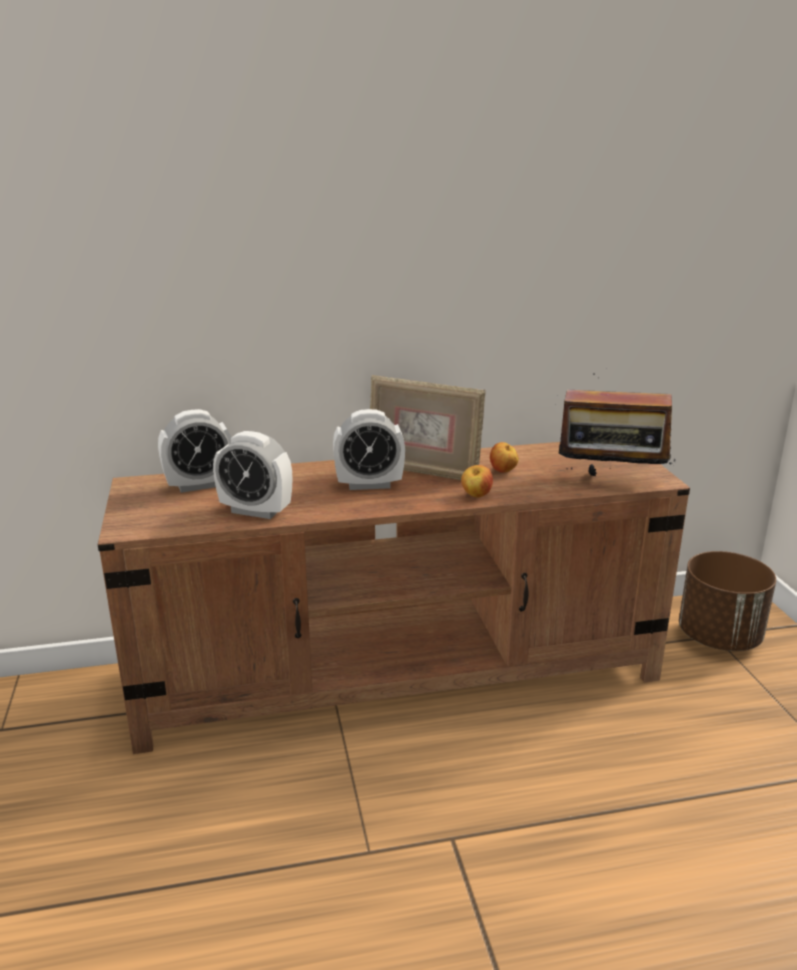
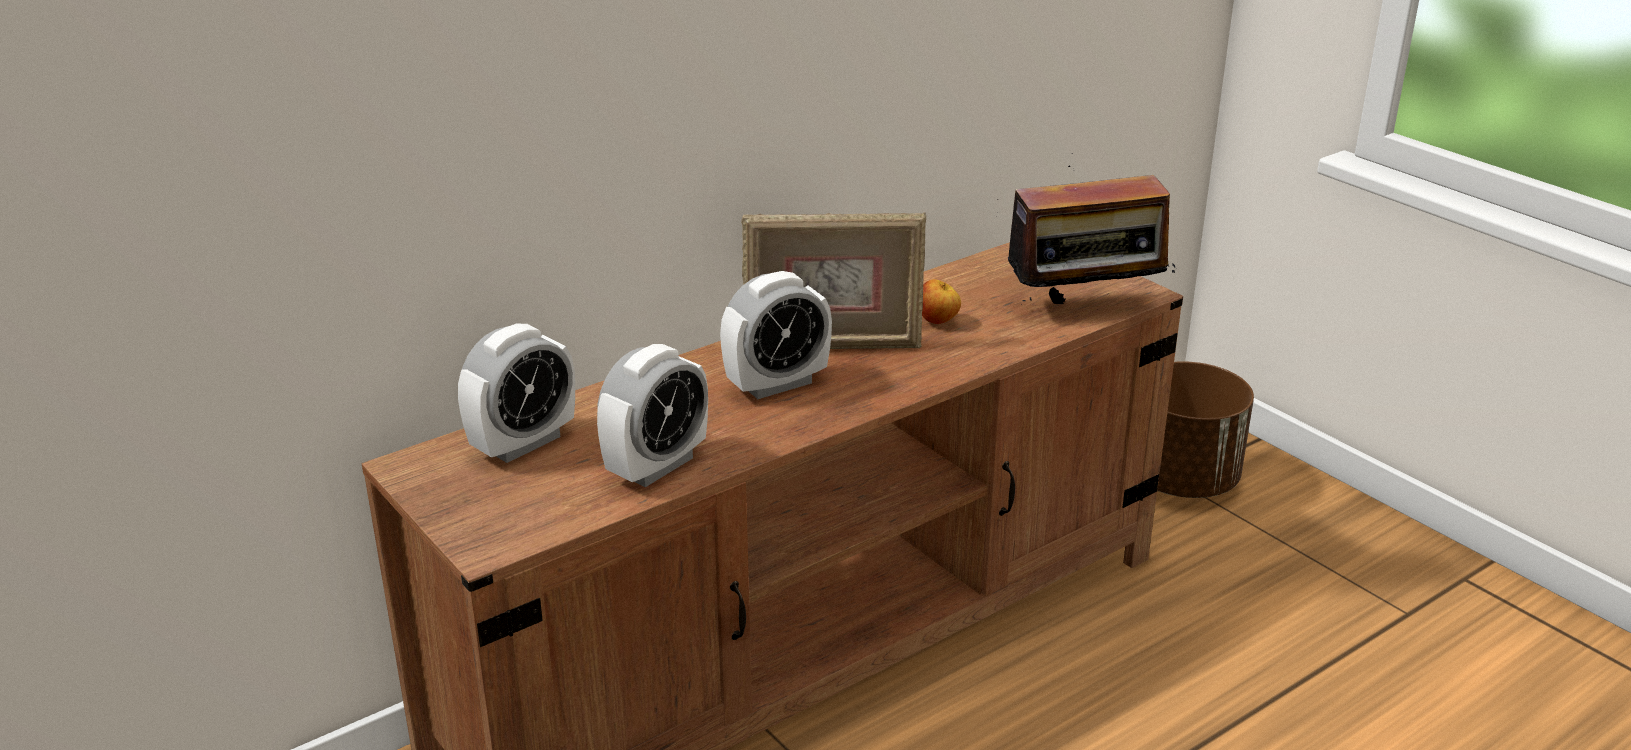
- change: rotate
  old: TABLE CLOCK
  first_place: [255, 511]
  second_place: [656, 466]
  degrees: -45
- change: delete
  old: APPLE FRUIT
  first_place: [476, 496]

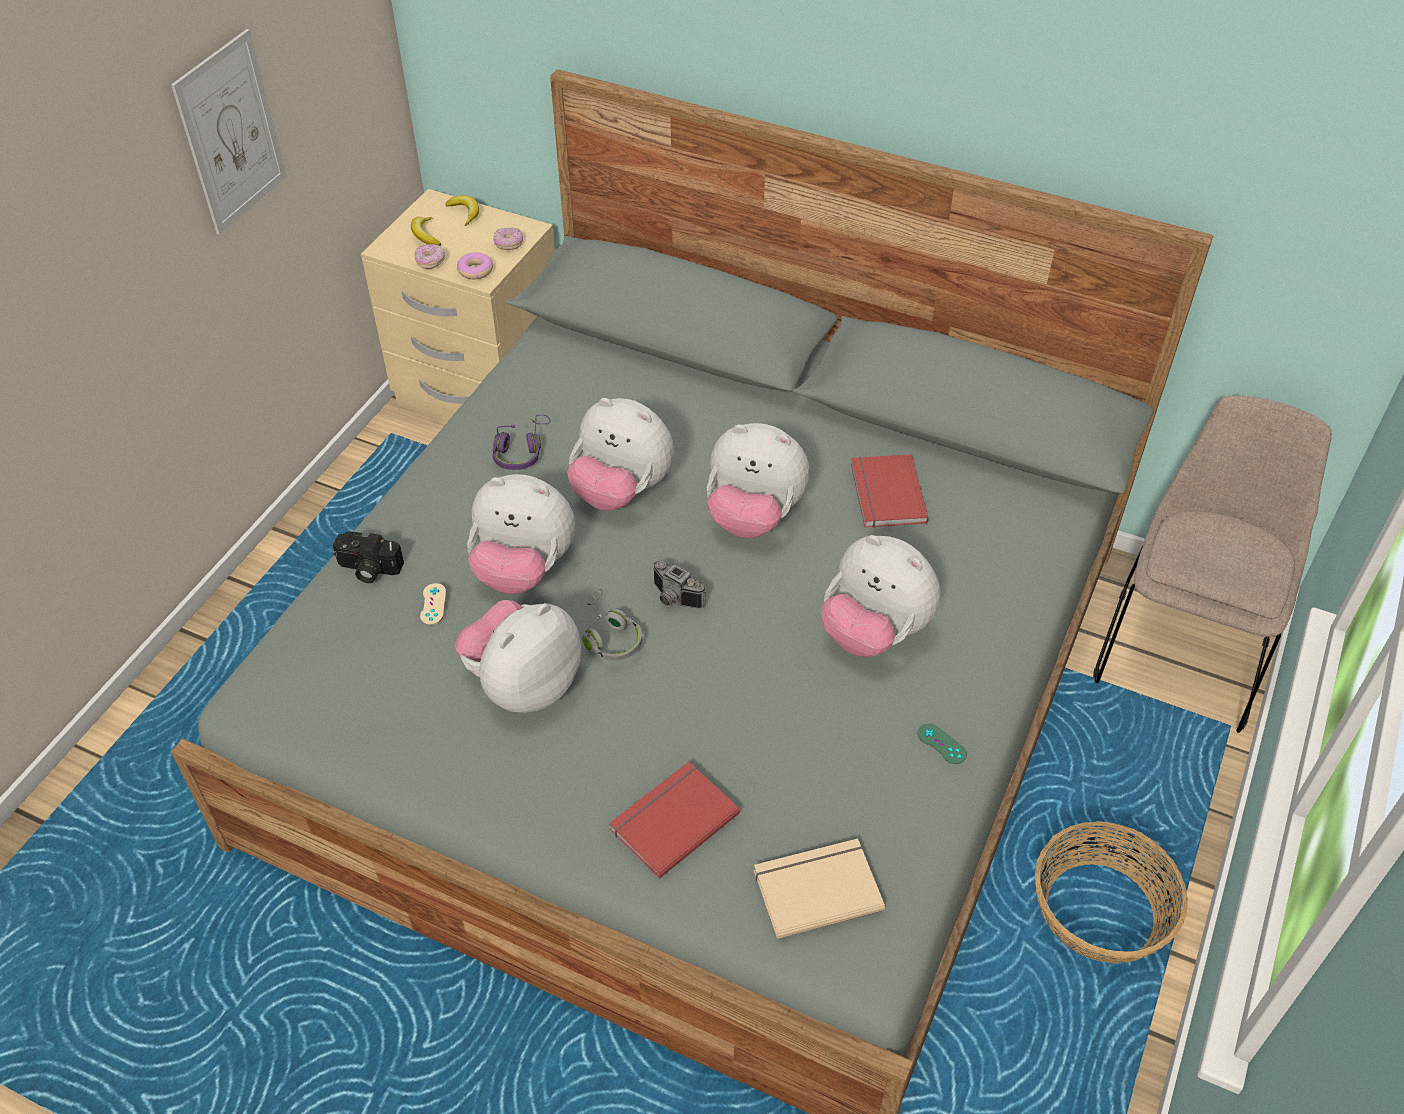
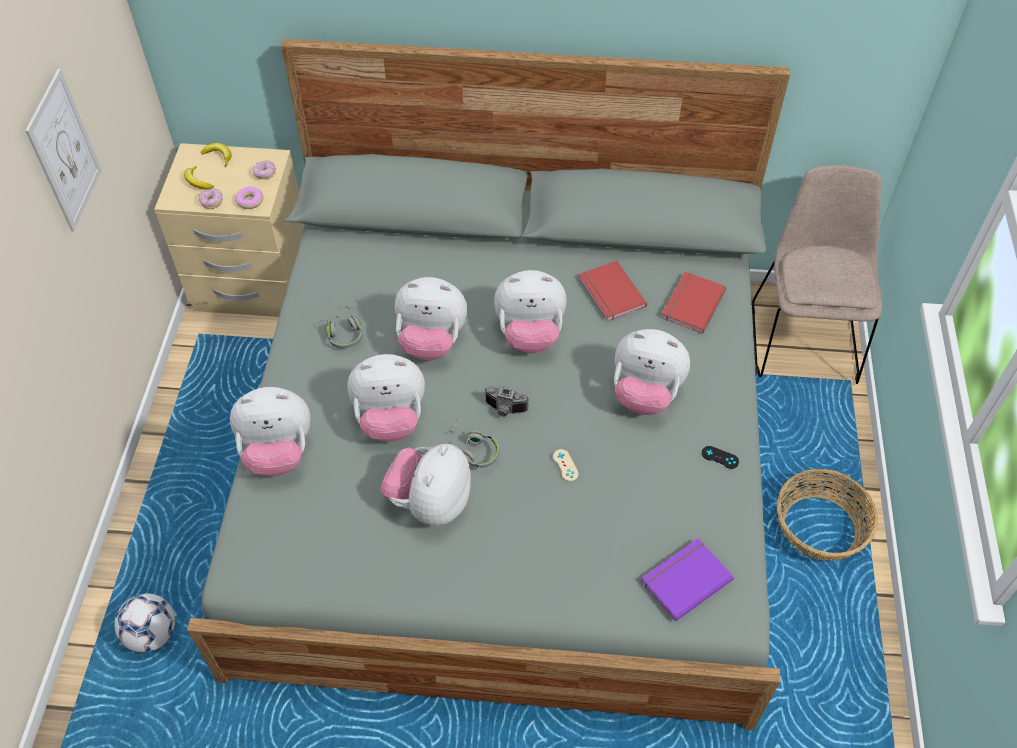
- change: insert
  new: BALL FOR FOOTBALL
  second_place: [152, 634]
- change: replace
  old: PHOTO CAMERA
  new: CUDDLY TOY
  first_place: [368, 569]
  second_place: [278, 452]
- change: recolor
  old: PURPLE-COLOURED HEADPHONES
  new: GREYISH HEADPHONES
  first_place: [521, 451]
  second_place: [346, 331]
- change: move
  old: SAND-COLOURED GAMEPAD
  first_place: [433, 604]
  second_place: [565, 465]
- change: recolor
  old: SAND-COLOURED BOUND BOOK
  new: PURPLE-COLOURED BOUND BOOK
  first_place: [816, 887]
  second_place: [684, 579]
- change: move
  old: REDDISH BOUND BOOK
  first_place: [671, 820]
  second_place: [691, 304]
- change: recolor
  old: GREEN-COLOURED GAMEPAD
  new: BLACKISH GAMEPAD
  first_place: [942, 744]
  second_place: [720, 457]

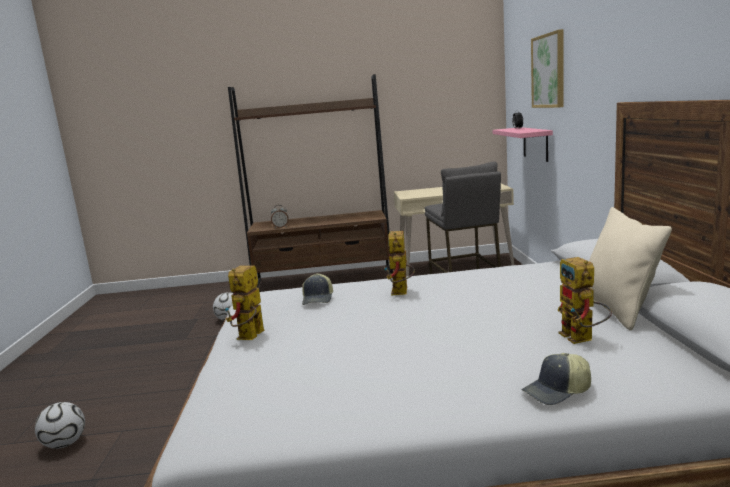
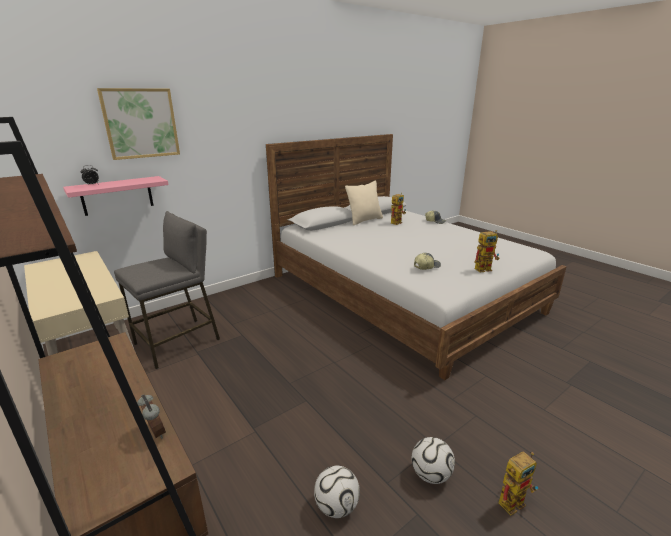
- change: move
  old: BALL FOR FOOTBALL
  first_place: [65, 444]
  second_place: [431, 474]
- change: move
  old: ROBOT FIGURE
  first_place: [401, 293]
  second_place: [513, 499]

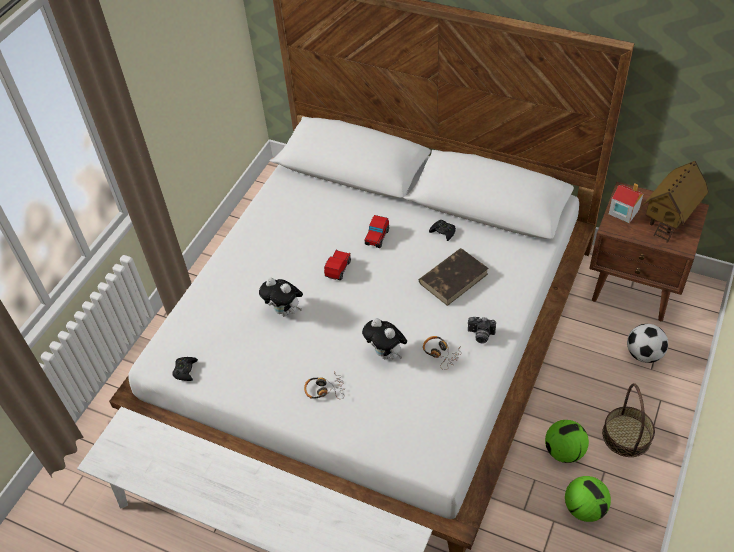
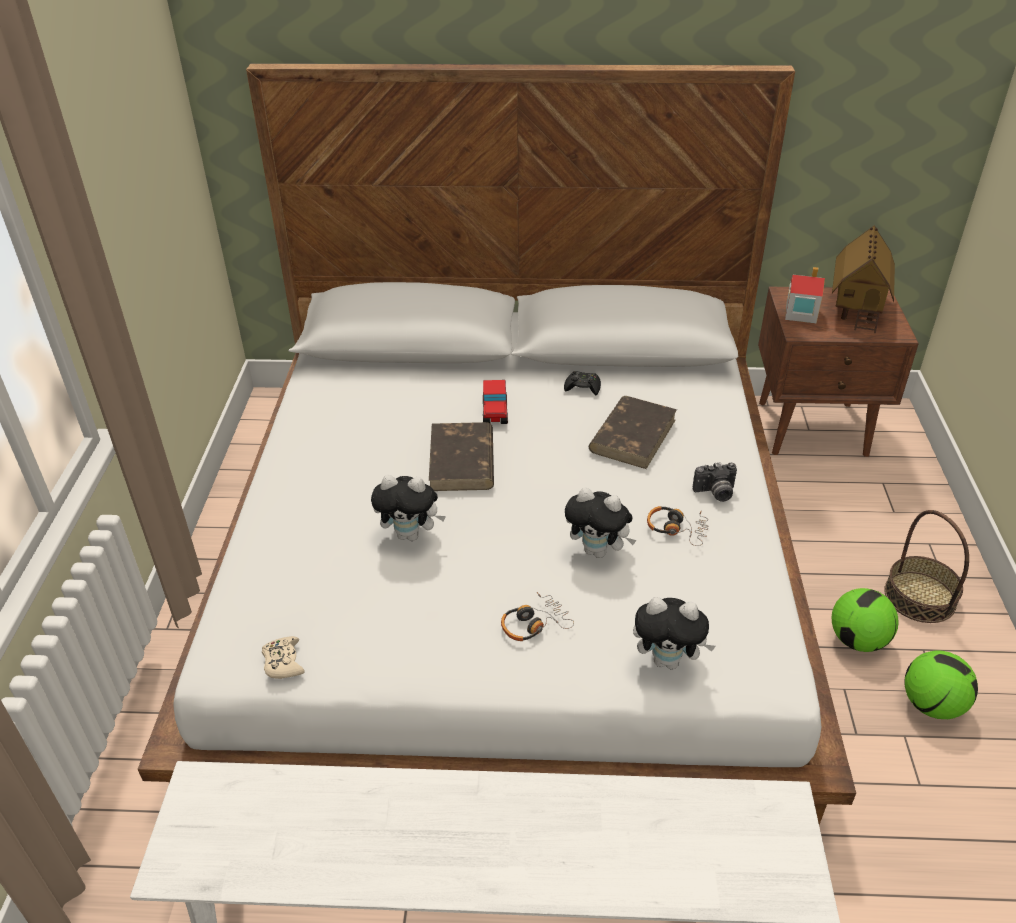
- change: recolor
  old: BLACKISH GAMEPAD
  new: SAND-COLOURED GAMEPAD
  first_place: [185, 370]
  second_place: [283, 662]
- change: replace
  old: MINIATURE CAR
  new: BROWN BOUND BOOK
  first_place: [338, 269]
  second_place: [462, 461]
- change: insert
  new: CUDDLY TOY
  second_place: [668, 660]
- change: delete
  old: BALL FOR FOOTBALL
  first_place: [644, 354]

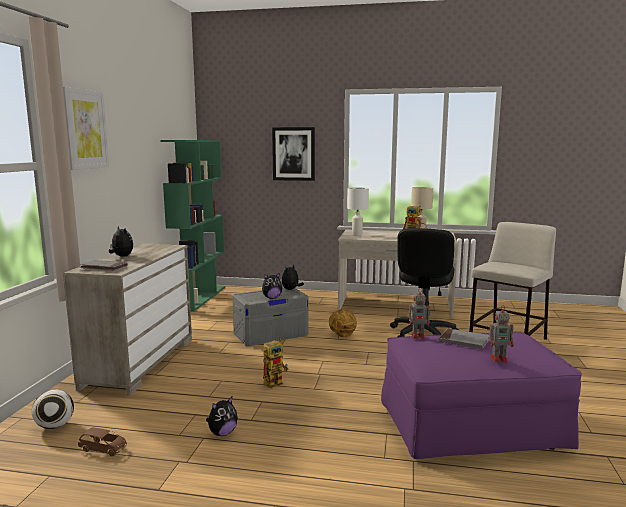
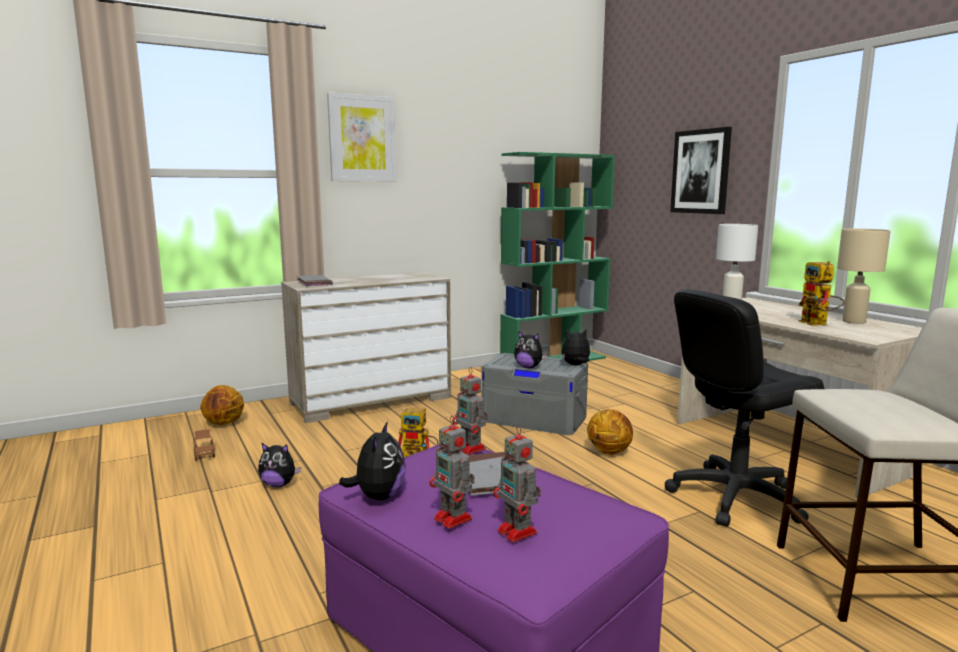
- change: replace
  old: BALL FOR FOOTBALL
  new: BASKETBALL
  first_place: [55, 426]
  second_place: [224, 423]
- change: move
  old: CUDDLY TOY
  first_place: [121, 256]
  second_place: [378, 496]
- change: insert
  new: ROBOT FIGURE
  second_place: [518, 532]

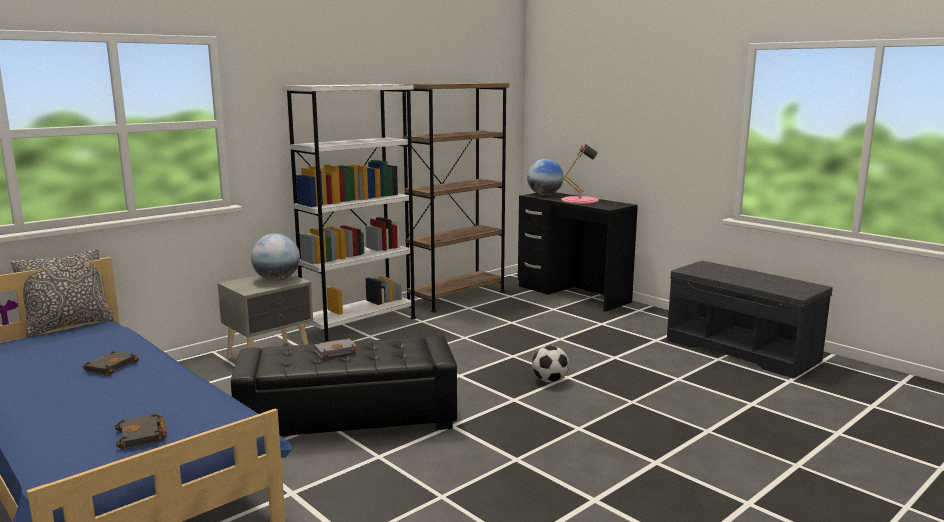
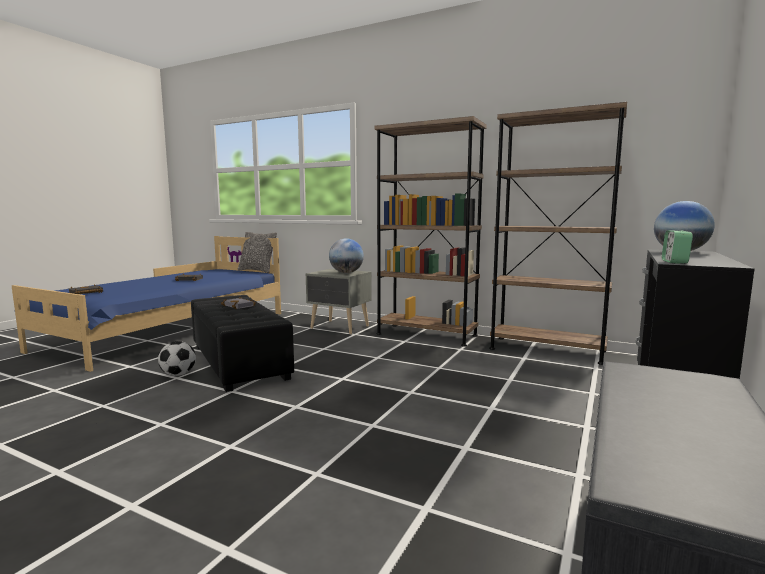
- change: move
  old: BALL FOR FOOTBALL
  first_place: [550, 381]
  second_place: [178, 375]
- change: recolor
  old: WHITE-COLOURED BOOKSHELF
  new: BROWN BOOKSHELF
  first_place: [359, 324]
  second_place: [426, 335]
- change: insert
  new: TABLE CLOCK
  second_place: [675, 262]
- change: delete
  old: PINKISH TABLE LAMP
  first_place: [579, 200]

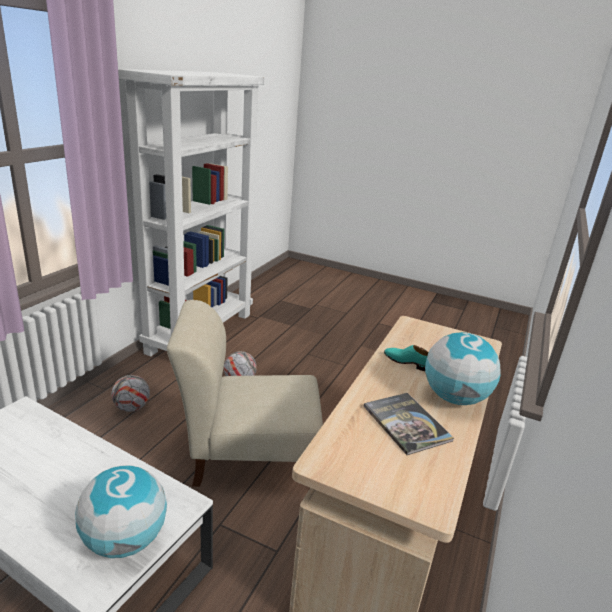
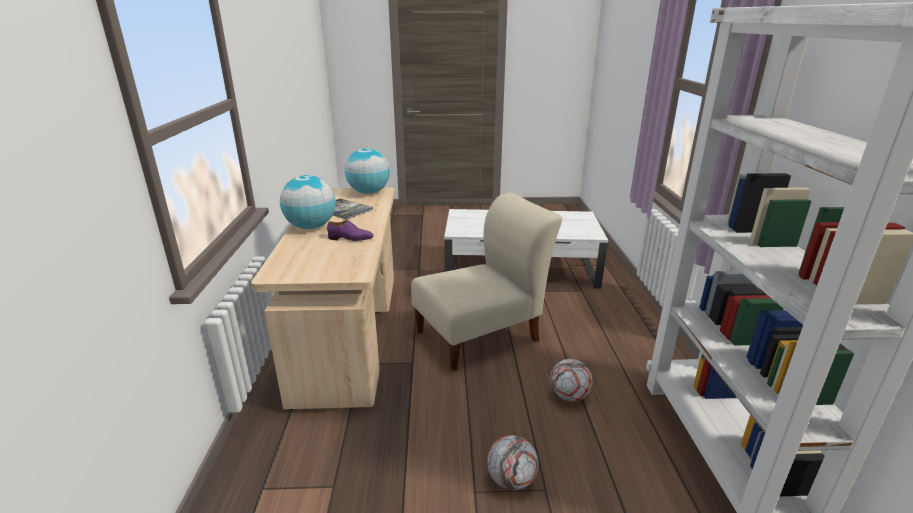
- change: recolor
  old: BLUE-GREEN ITEM OF FOOTWEAR
  new: PURPLE-COLOURED ITEM OF FOOTWEAR
  first_place: [408, 362]
  second_place: [350, 238]
- change: move
  old: DESK GLOBE
  first_place: [125, 540]
  second_place: [369, 192]
- change: move
  old: BALL FOR FOOTBALL
  first_place: [131, 407]
  second_place: [511, 480]

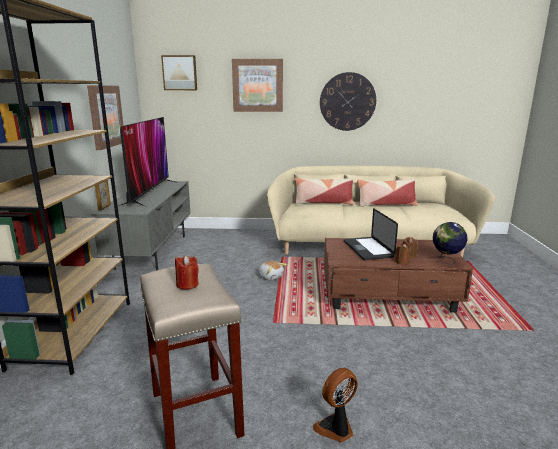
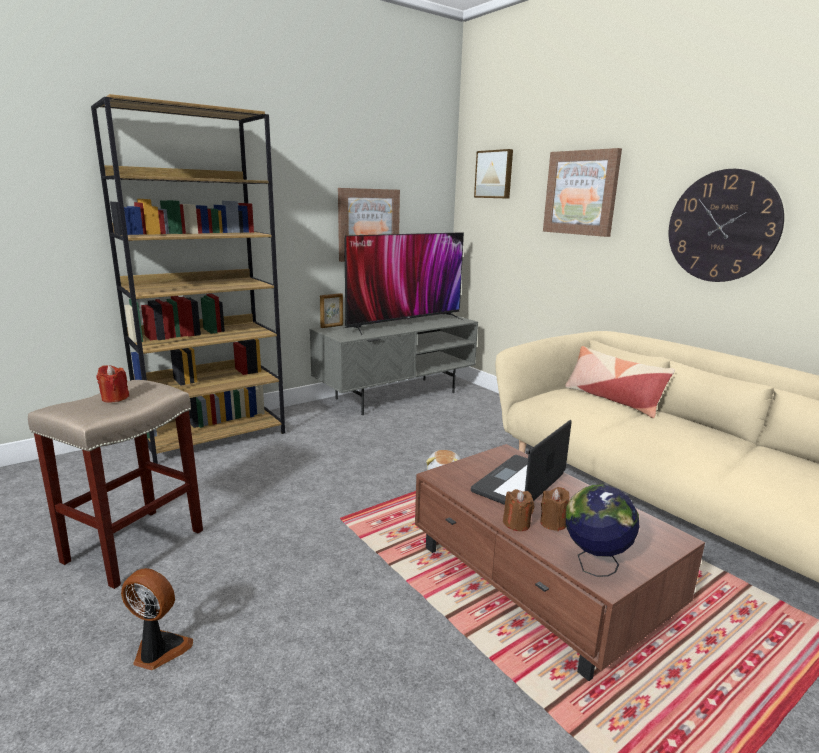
- change: delete
  old: PILLOW
  first_place: [386, 204]

